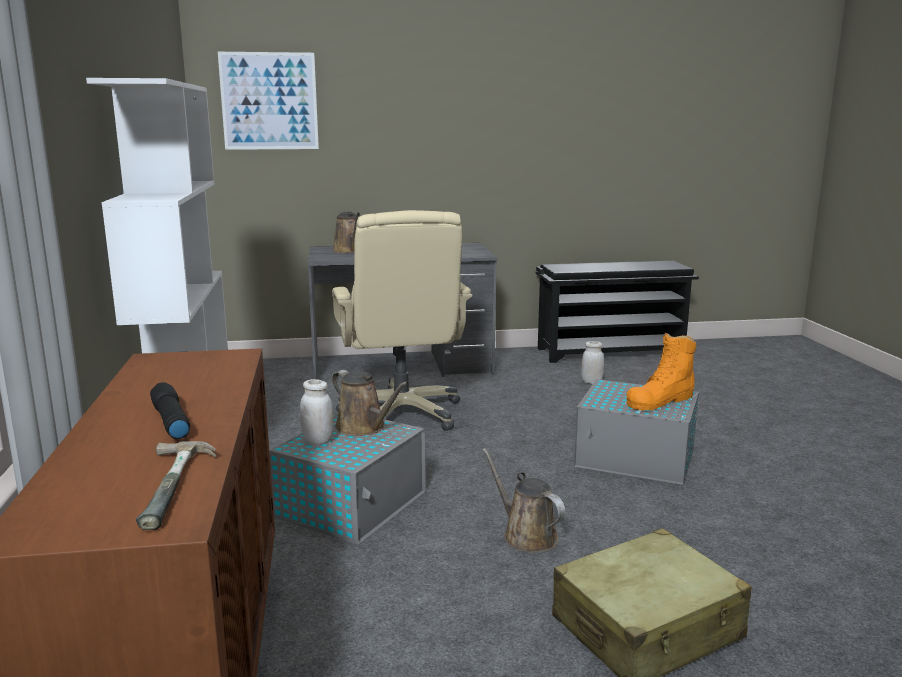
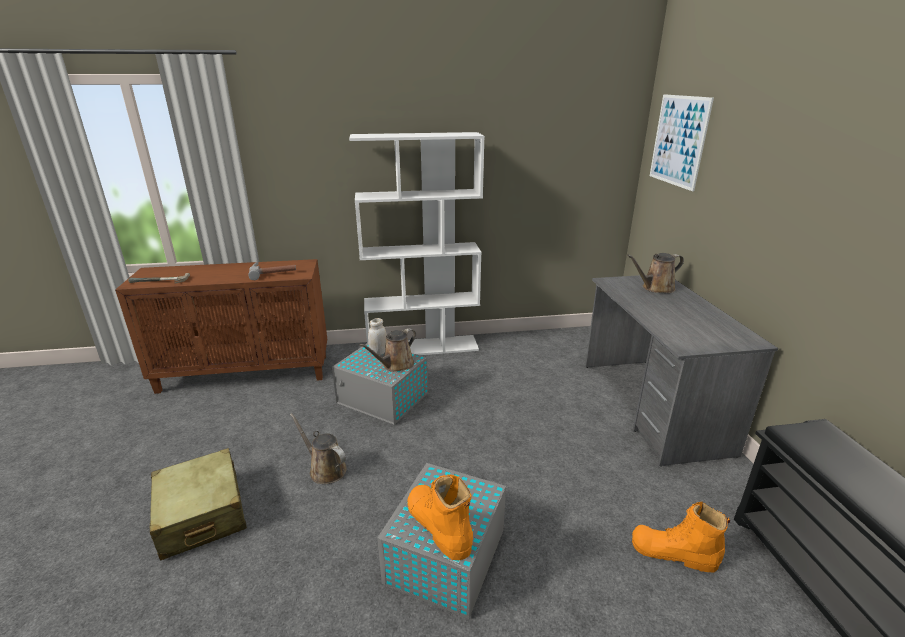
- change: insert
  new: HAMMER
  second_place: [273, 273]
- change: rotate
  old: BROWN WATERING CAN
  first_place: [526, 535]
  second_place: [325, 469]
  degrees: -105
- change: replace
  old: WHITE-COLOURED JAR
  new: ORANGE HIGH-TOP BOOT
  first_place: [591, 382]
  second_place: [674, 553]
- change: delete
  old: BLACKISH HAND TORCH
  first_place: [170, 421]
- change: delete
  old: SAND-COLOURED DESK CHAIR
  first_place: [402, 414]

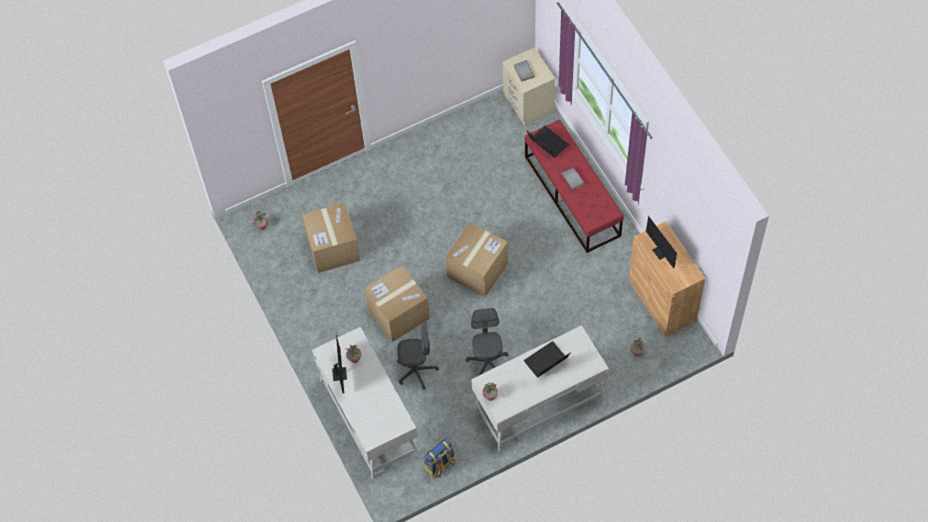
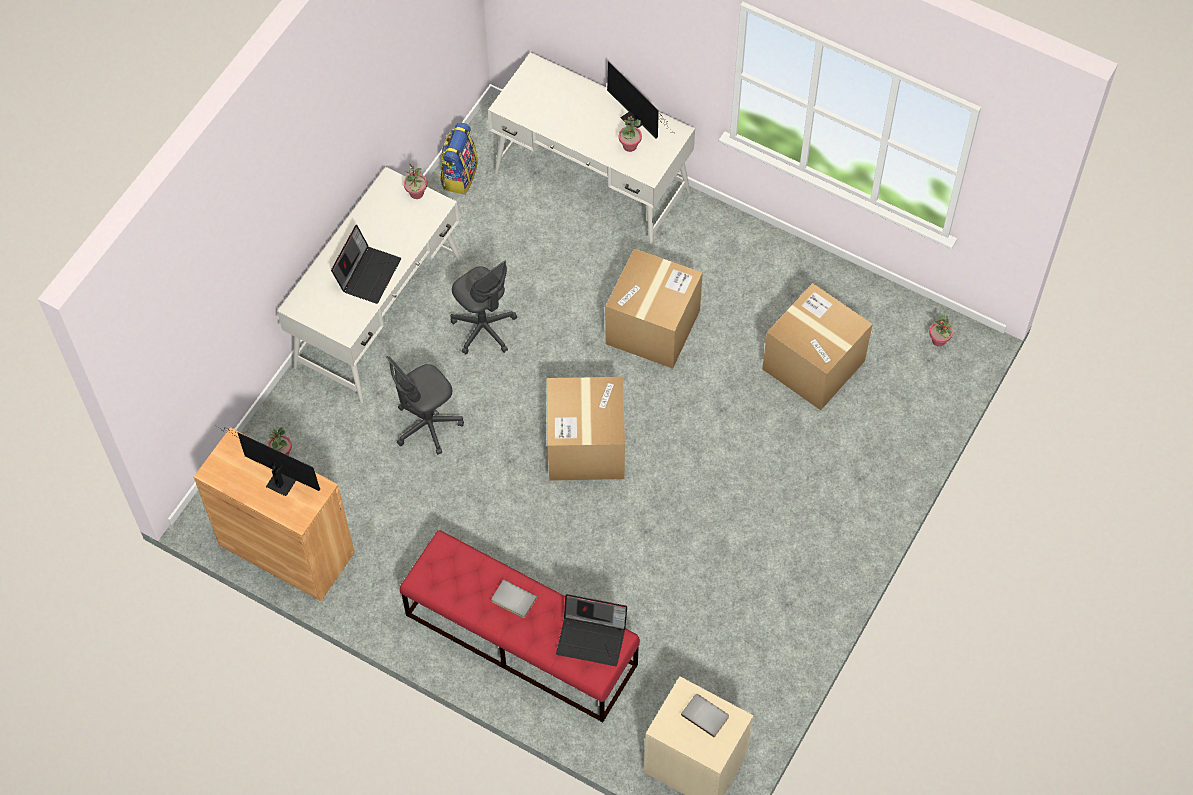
- change: move
  old: GREYISH DESK CHAIR
  first_place: [416, 371]
  second_place: [428, 425]

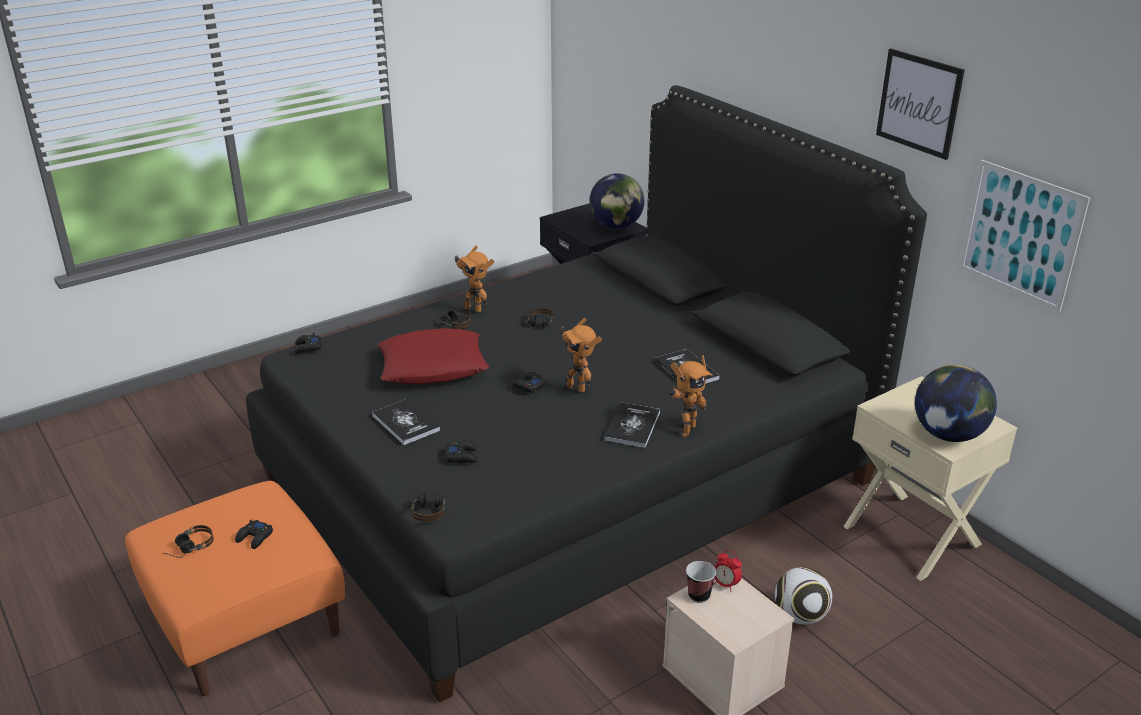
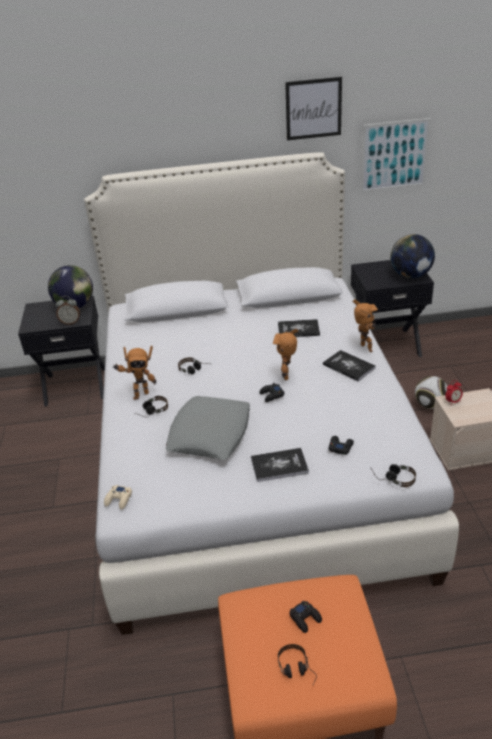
- change: insert
  new: TABLE CLOCK
  second_place: [70, 322]
- change: recolor
  old: BLACKISH BED
  new: WHITE-COLOURED BED
  first_place: [570, 479]
  second_place: [251, 453]
- change: recolor
  old: BLACKISH GAMEPAD
  new: SAND-COLOURED GAMEPAD
  first_place: [308, 348]
  second_place: [119, 500]
- change: recolor
  old: REDDISH PILLOW
  new: GREYISH PILLOW
  first_place: [432, 366]
  second_place: [210, 434]
- change: rotate
  old: ROBOT FIGURE
  first_place: [577, 387]
  second_place: [287, 375]
  degrees: 105
- change: recolor
  old: SAND-COLOURED NIGHTSTAND
  new: BLACKISH NIGHTSTAND
  first_place: [913, 534]
  second_place: [386, 345]
- change: delete
  old: DRINKING CUP
  first_place: [699, 596]

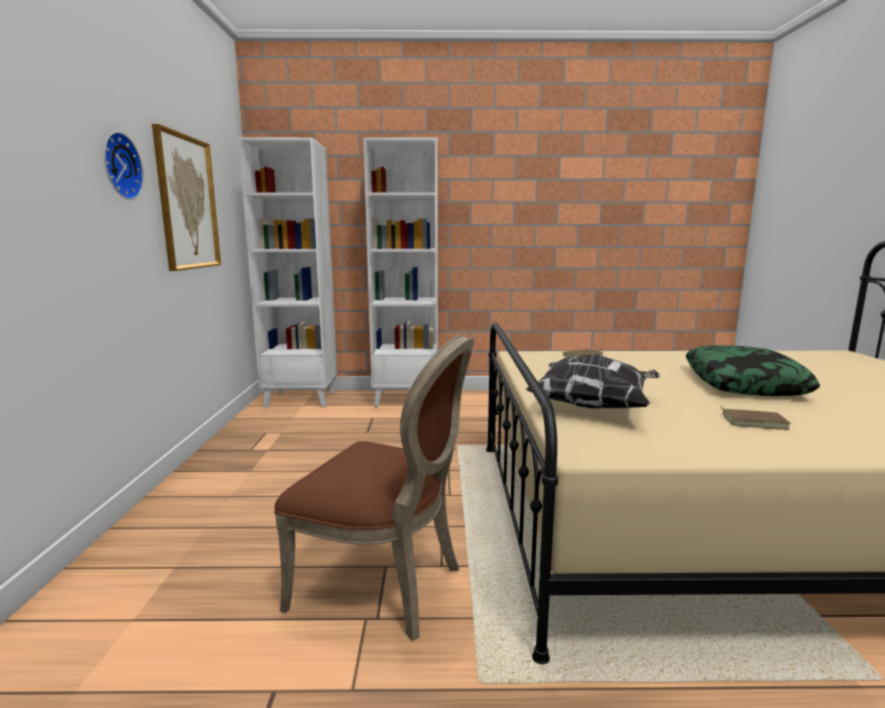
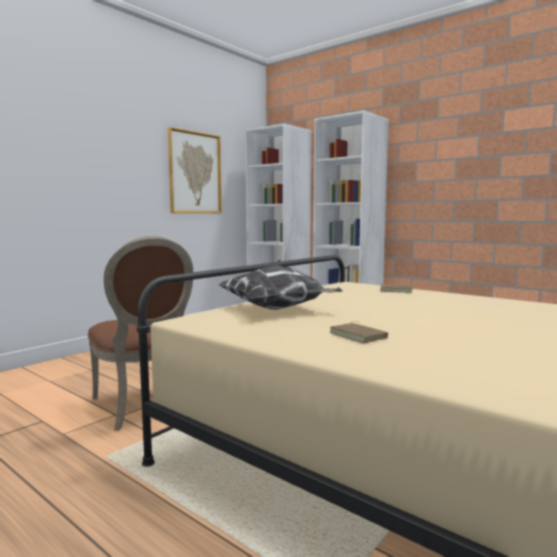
- change: delete
  old: HANGING CLOCK
  first_place: [119, 166]
- change: delete
  old: PILLOW
  first_place: [743, 383]

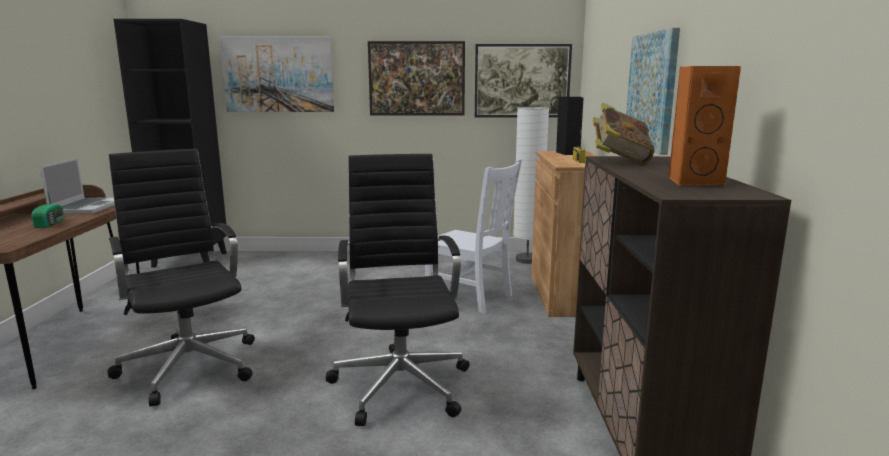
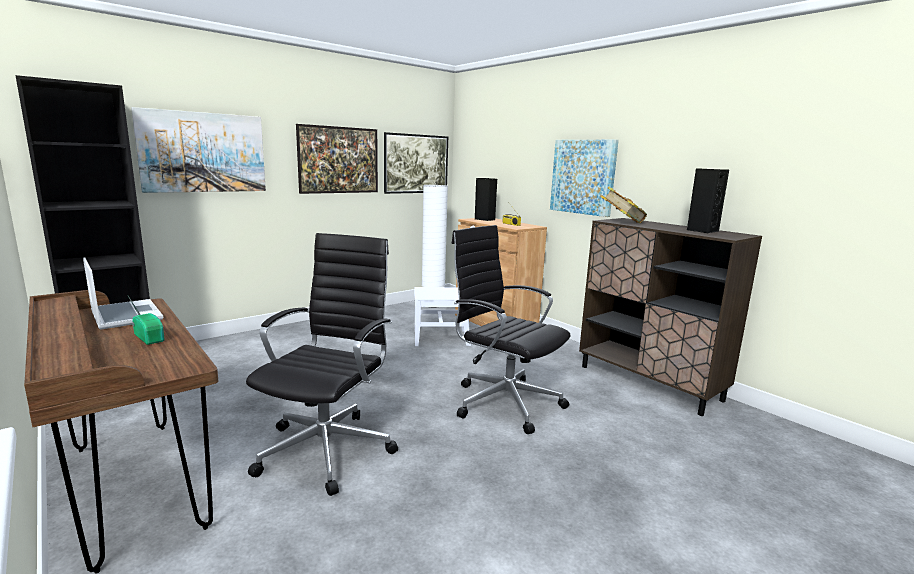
- change: rotate
  old: BLACKISH DESK CHAIR
  first_place: [189, 365]
  second_place: [328, 448]
  degrees: 90
- change: recolor
  old: ORANGE LOUDSPEAKER
  new: BLACKISH LOUDSPEAKER
  first_place: [693, 181]
  second_place: [702, 231]

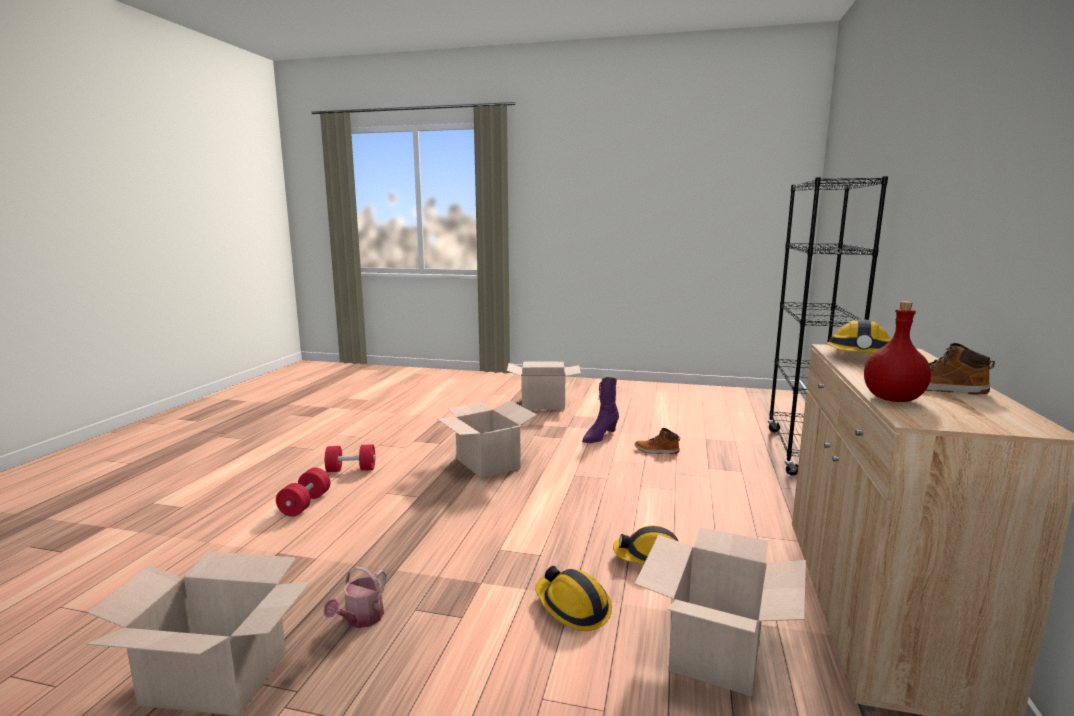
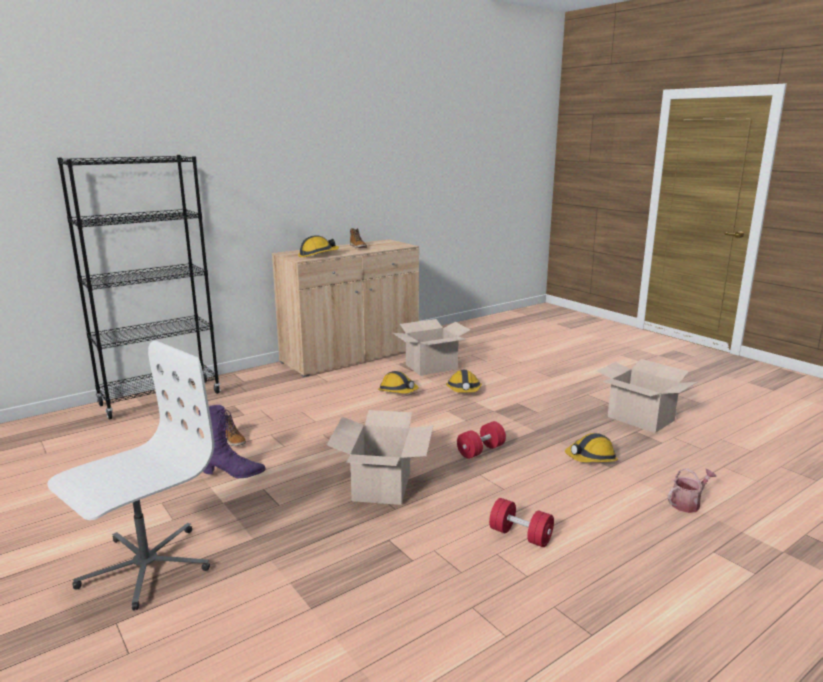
- change: replace
  old: PACKING BOX
  new: WHITE-COLOURED DESK CHAIR
  first_place: [543, 404]
  second_place: [145, 566]
- change: move
  old: REDDISH FREE WEIGHT
  first_place: [305, 504]
  second_place: [481, 451]
- change: insert
  new: WORK HELMET
  second_place: [591, 458]
- change: move
  old: WATERING CAN
  first_place: [360, 619]
  second_place: [688, 504]
- change: delete
  old: REDDISH BOTTLE
  first_place: [891, 399]

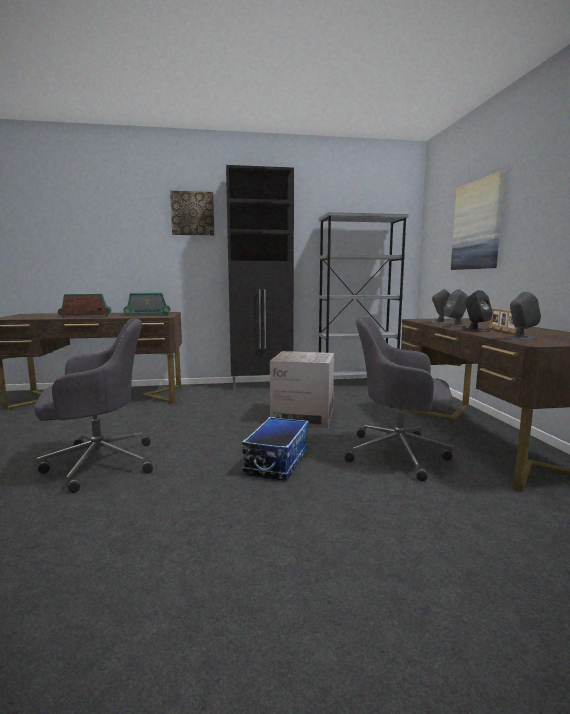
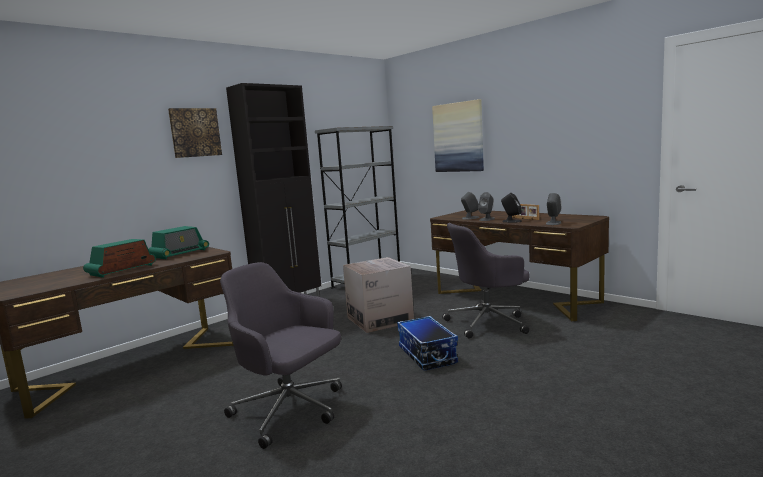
- change: rotate
  old: GREYISH DESK CHAIR
  first_place: [97, 463]
  second_place: [290, 411]
  degrees: -90

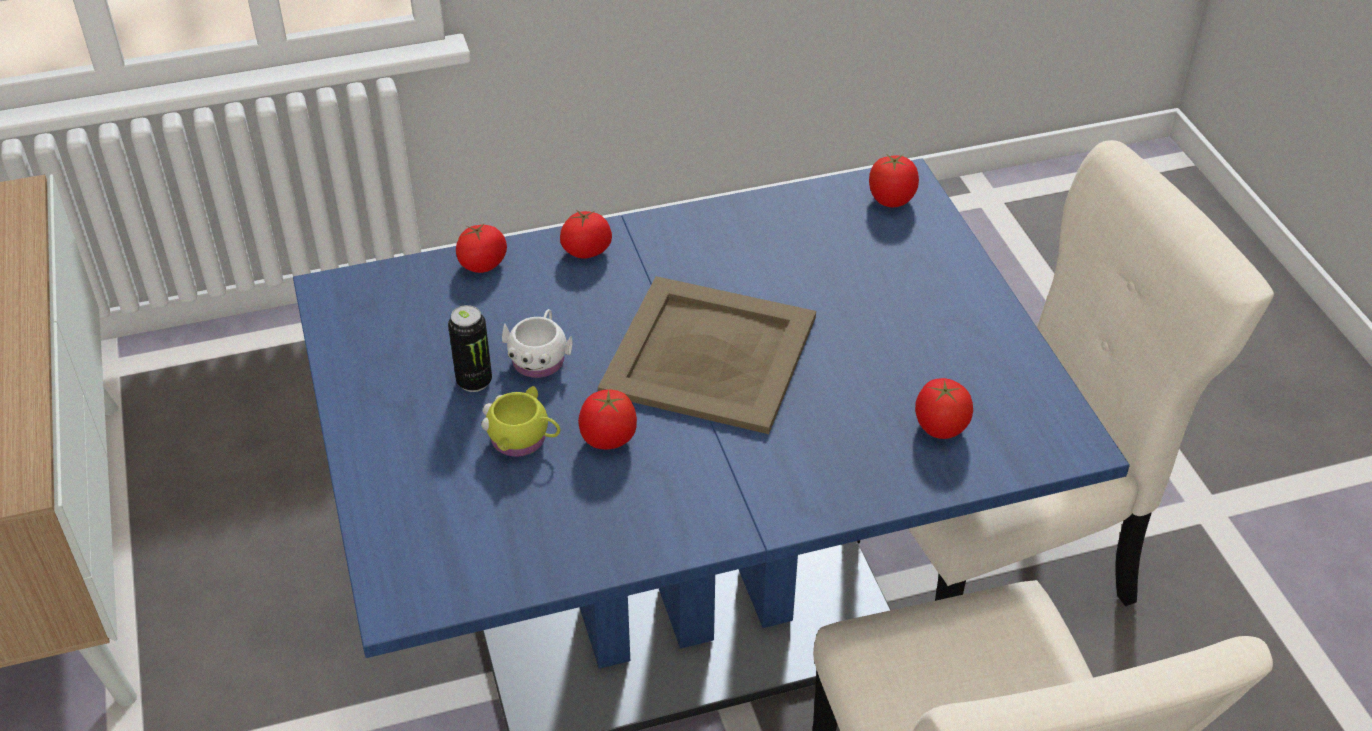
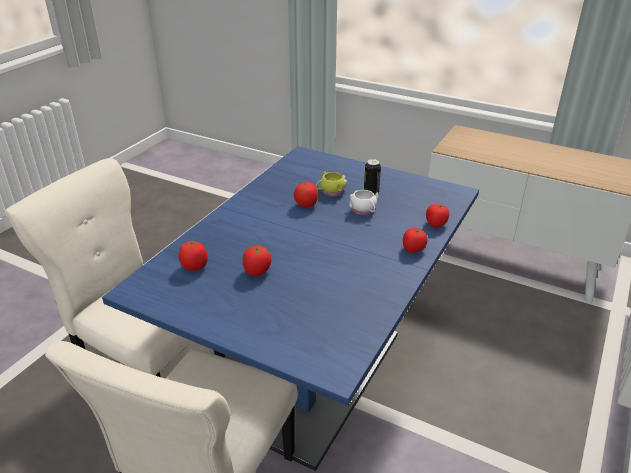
- change: move
  old: FRESH TOMATO
  first_place: [892, 200]
  second_place: [257, 271]
- change: delete
  old: SAND-COLOURED TRAY
  first_place: [711, 354]

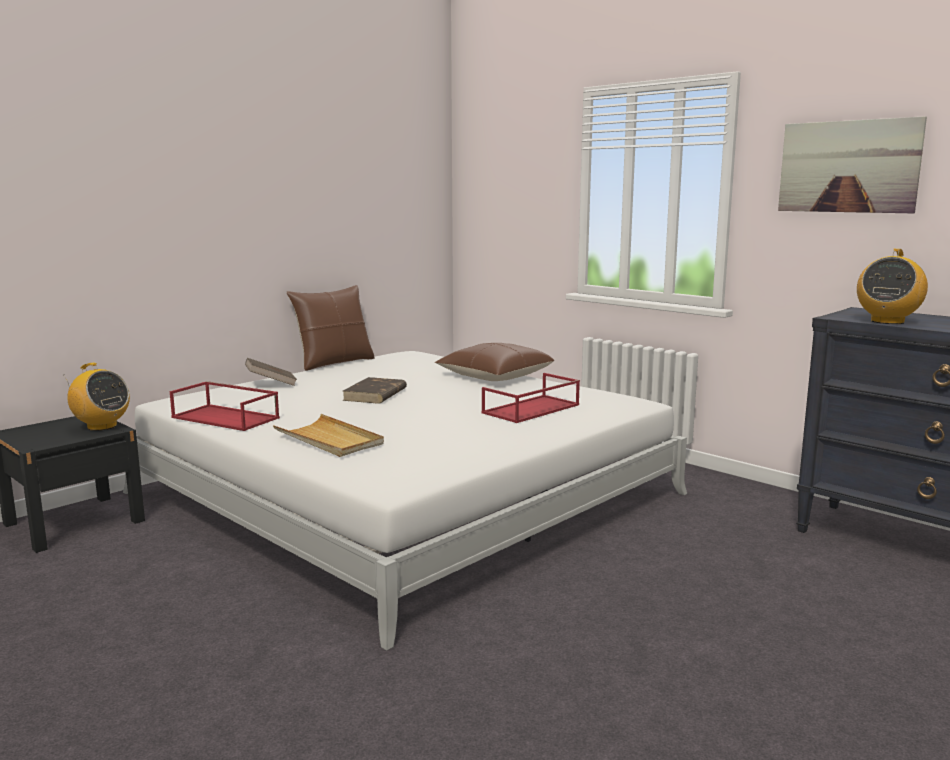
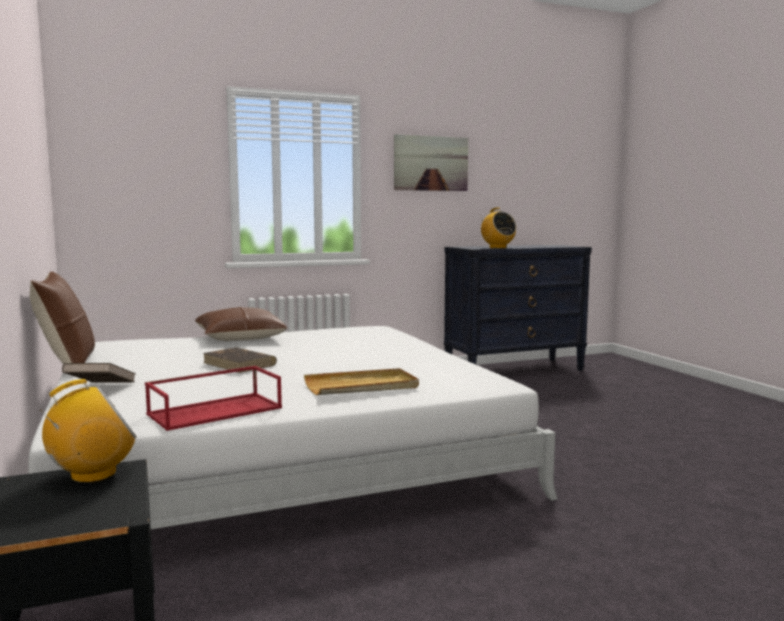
- change: delete
  old: REDDISH TRAY
  first_place: [531, 409]

